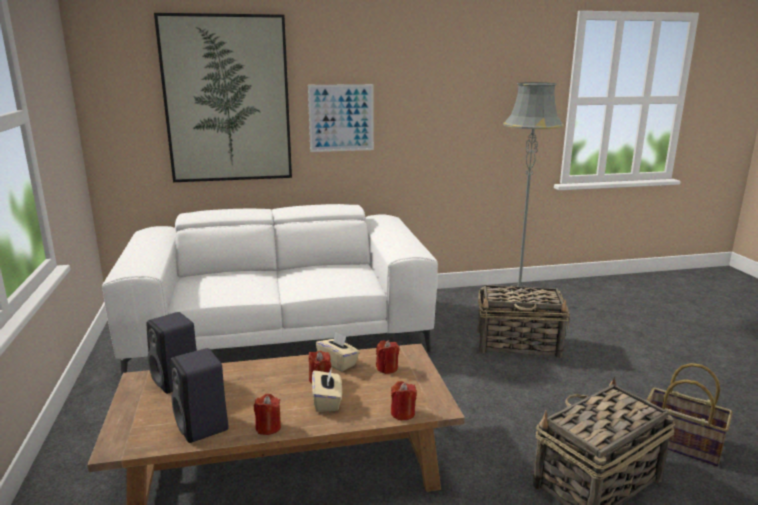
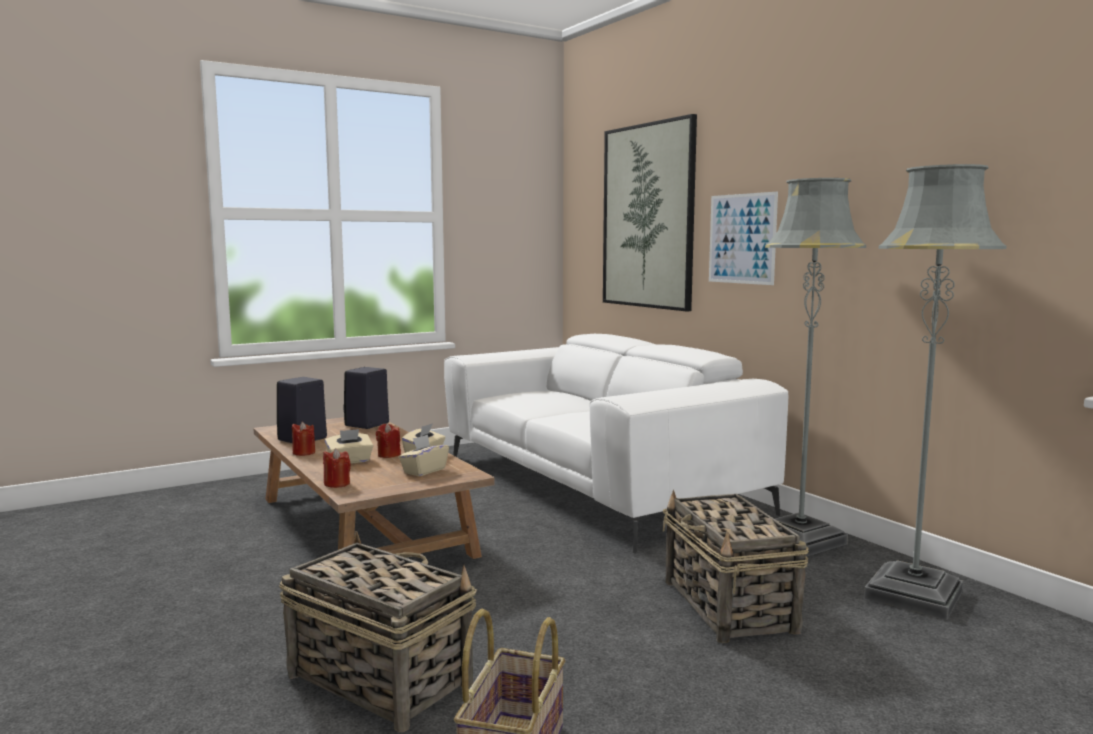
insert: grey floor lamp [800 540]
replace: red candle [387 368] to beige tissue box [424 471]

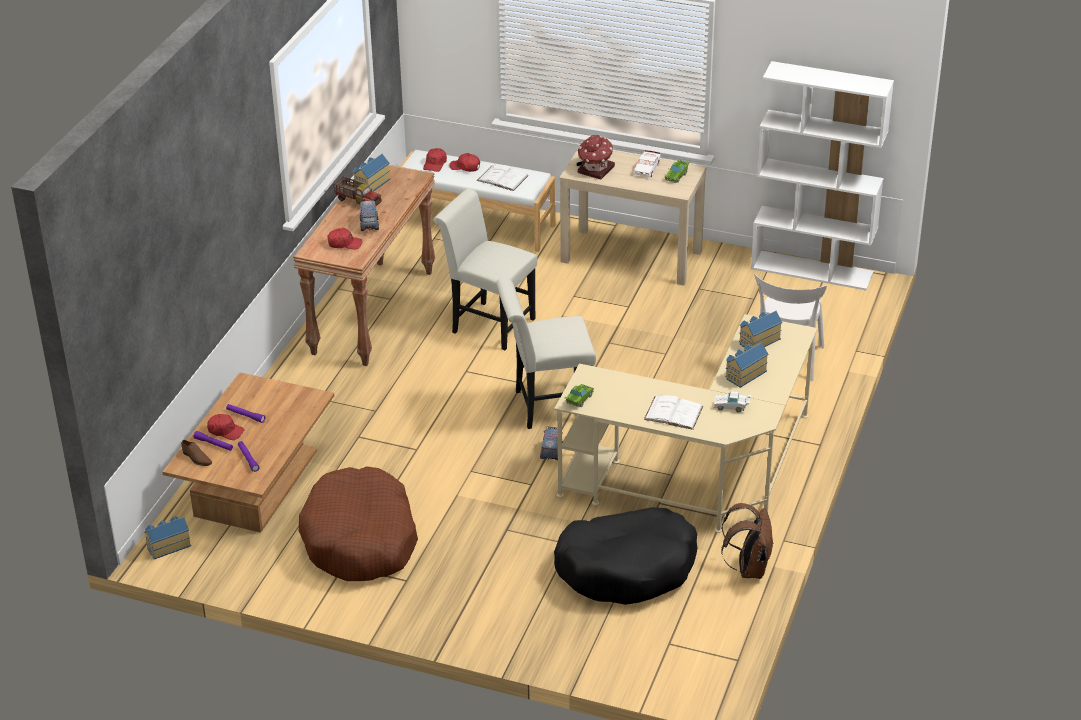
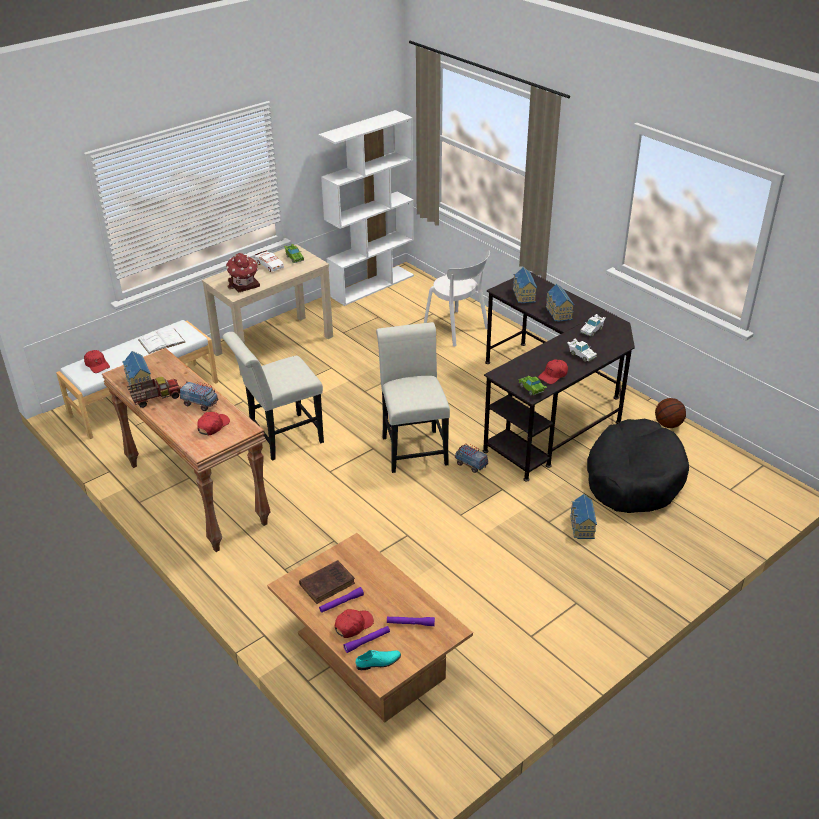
delete: brown dog bed [360 540]
insert: brown book [328 583]
move: red cap [465 167] to [553 375]; toy house [167 545] to [581 526]
replace: white book [673 413] to white toy car [581 355]; brown backpack [749 568] to basketball [668 425]
recolor: brown shoe [196 458] to turquoise shoe [378 662]; beige desk [701 473] to black desk [550 407]
rotate: white chair [546 406] = [413 447] 150 degrees clockwise

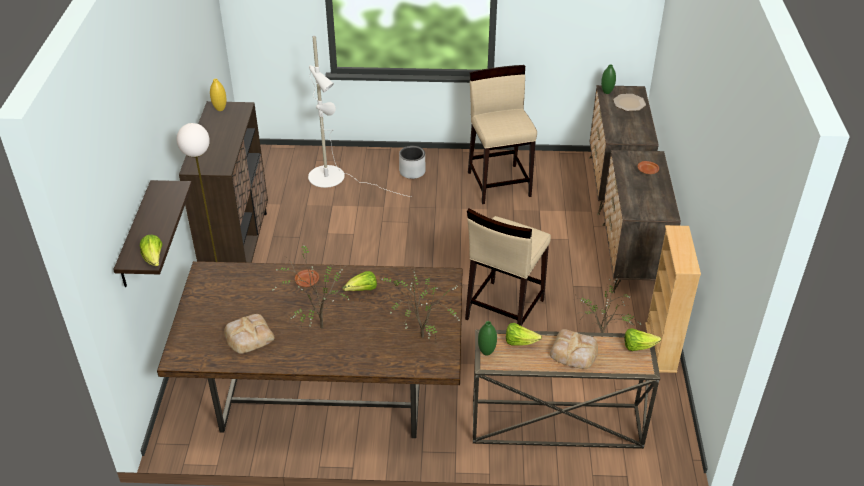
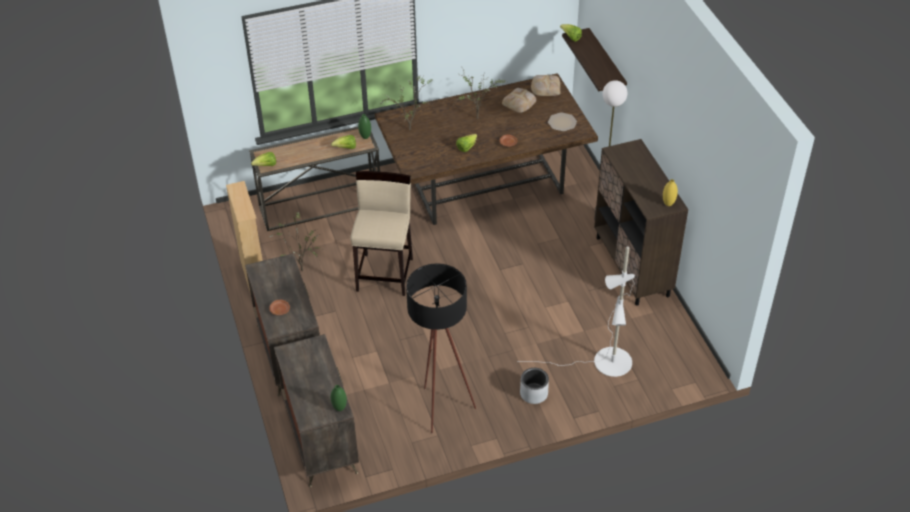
move: bread [574 352] to [545 87]; plate [629 103] to [562 123]
replace: beige stool [499 183] to black floor lamp [440 405]

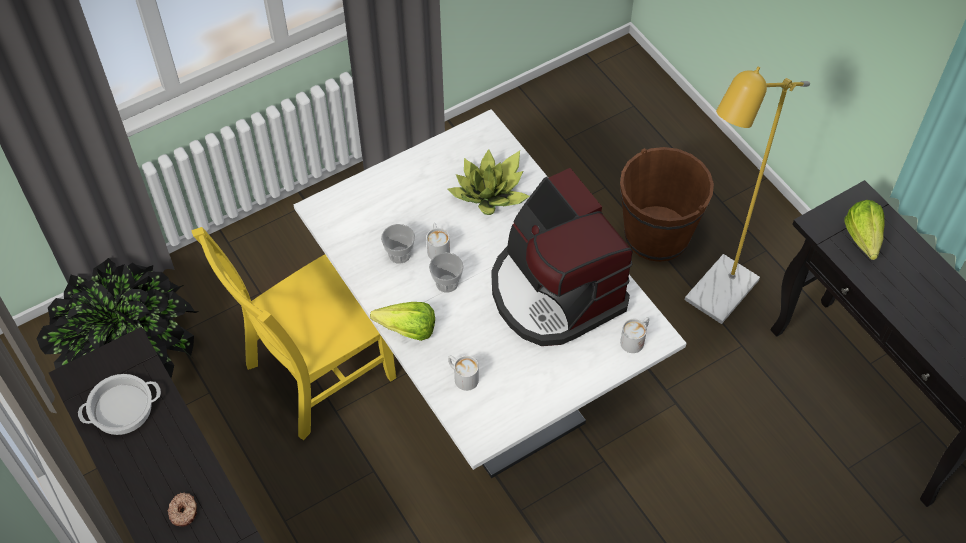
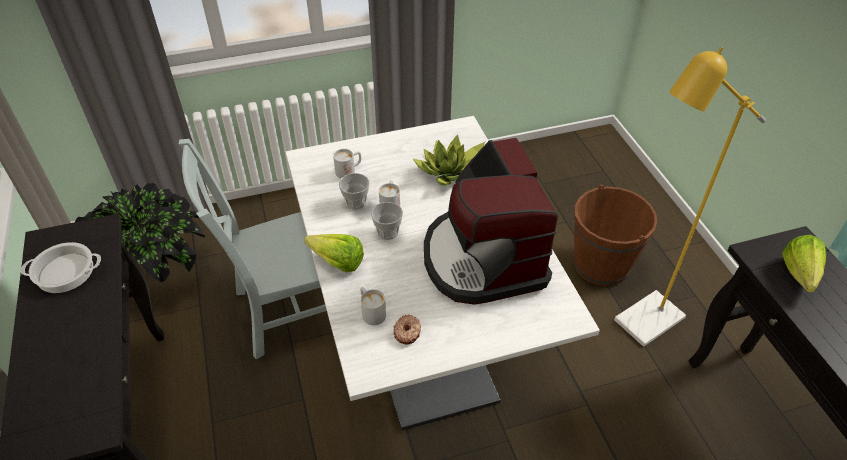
move: white mug [635 339] to [349 171]; donut [184 512] to [407 332]
recolor: yellow chair [314 375] to grey chair [286 310]

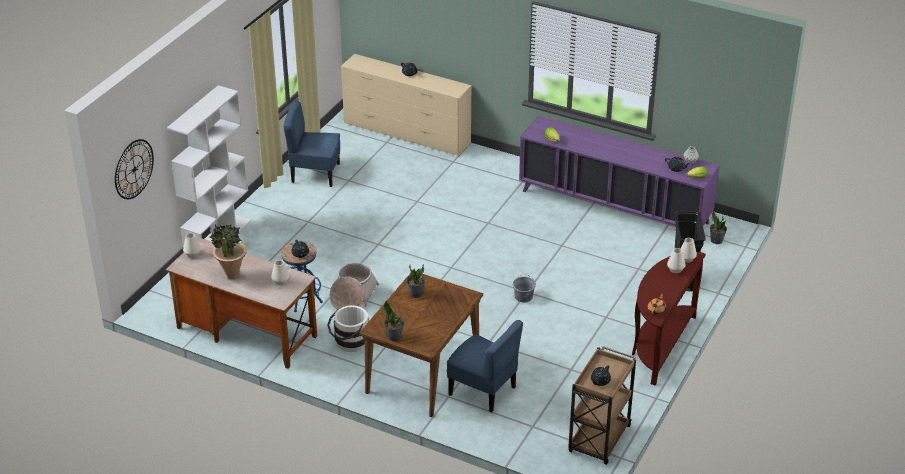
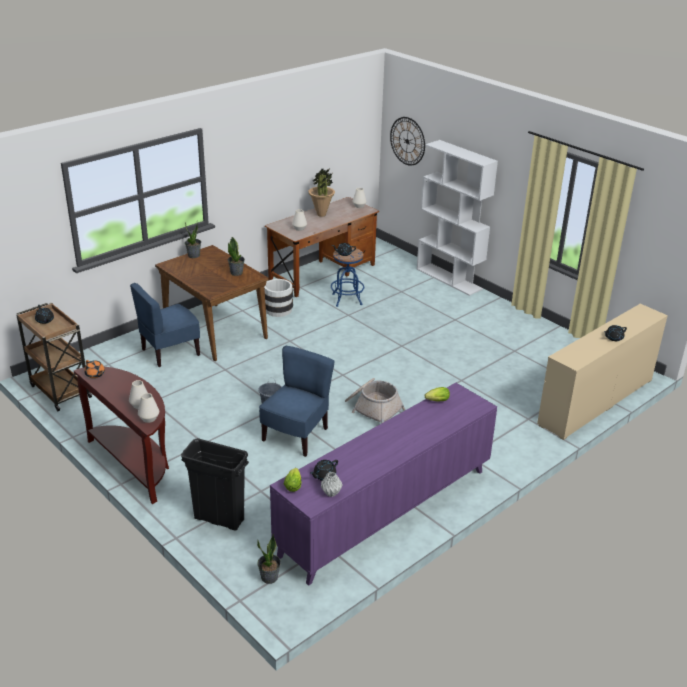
move: blue chair [315 174] to [296 435]; basket [352 296] to [372 408]

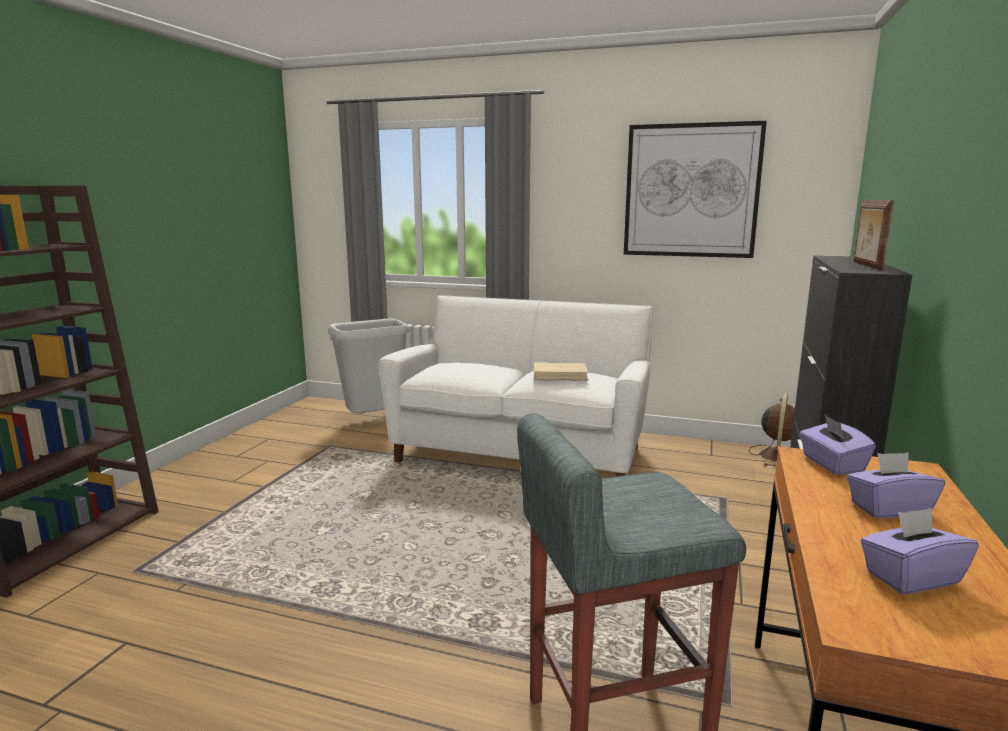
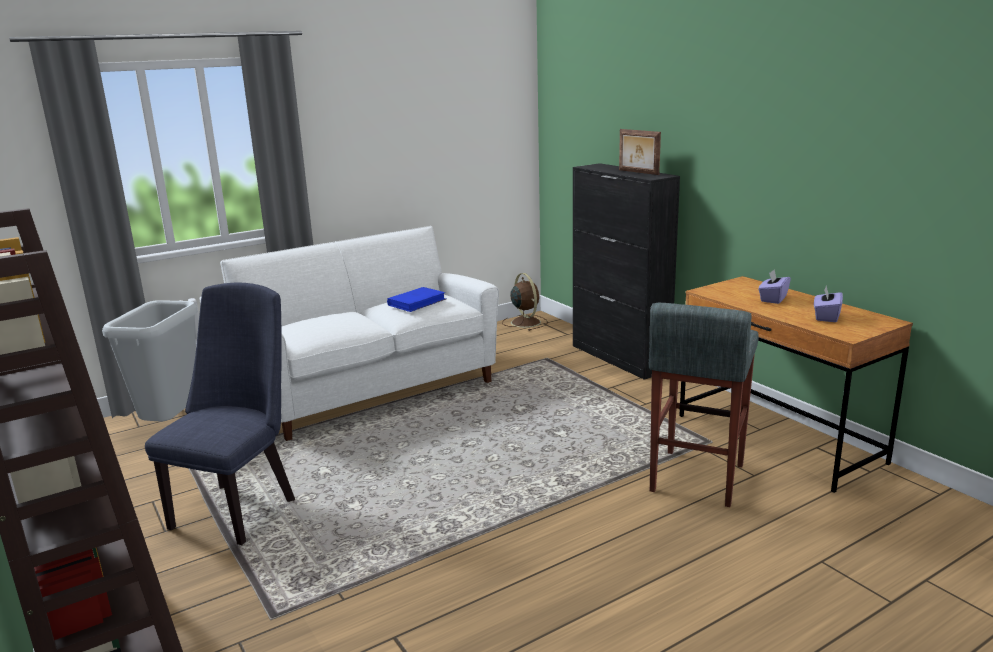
delete: picture [691 191]; purple tissue box [832 464]
insert: blue chair [239 507]
recolor: beige book [560 375] to blue book [417 302]

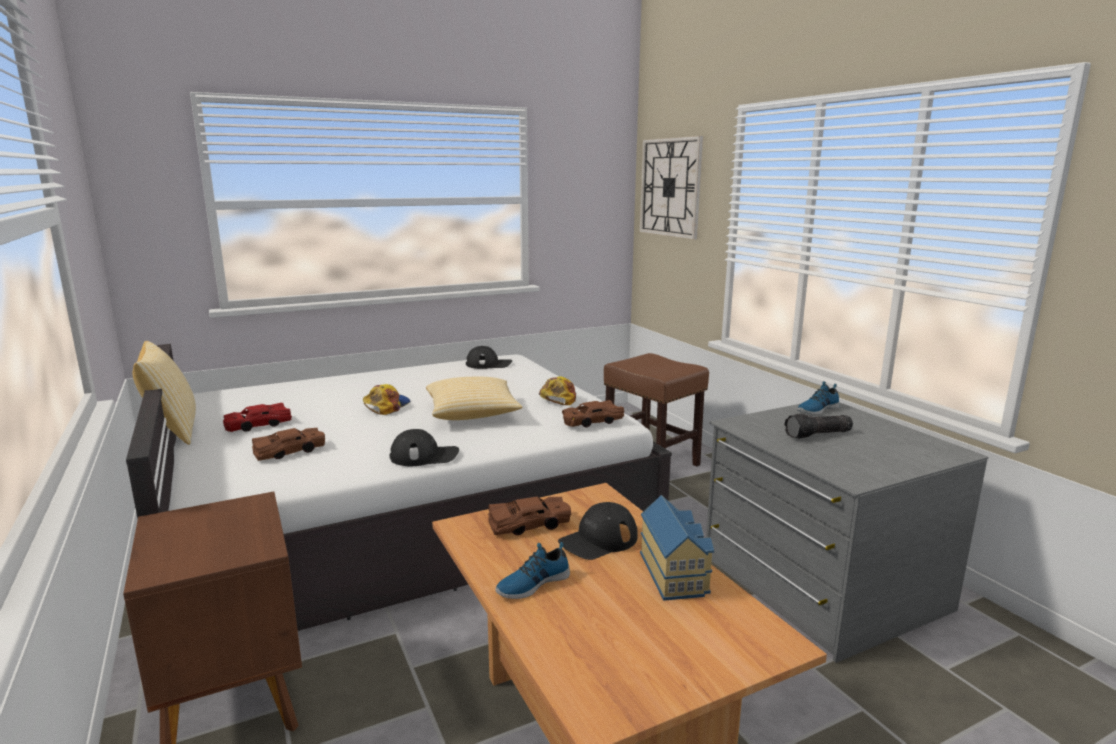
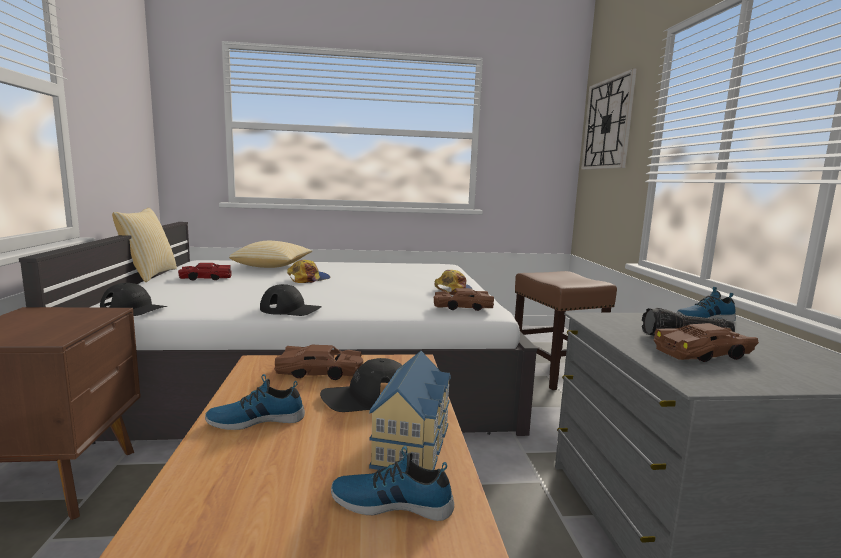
insert: shoe [392 502]
move: black cap [489 364] to [134 309]; pillow [472 414] to [273 266]; brown toy car [290 451] to [704 354]

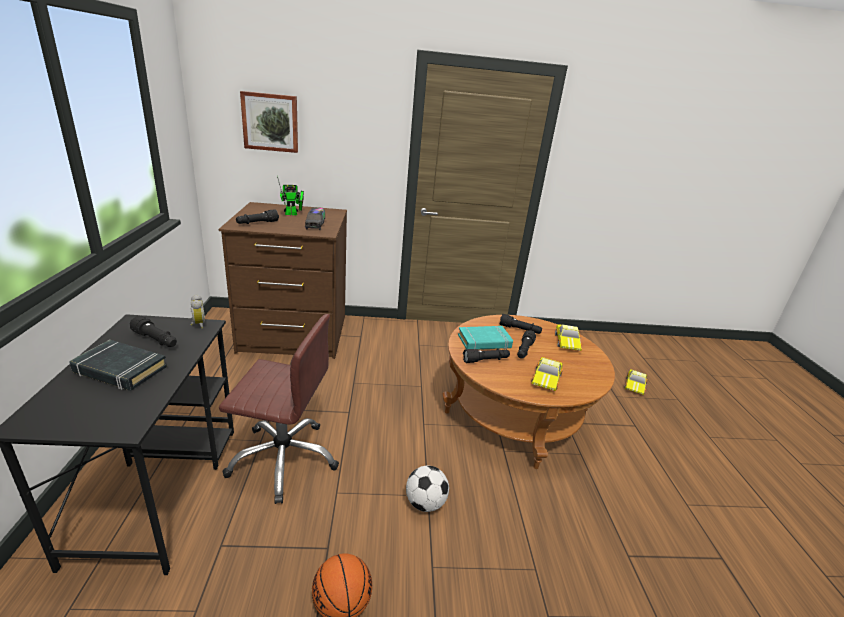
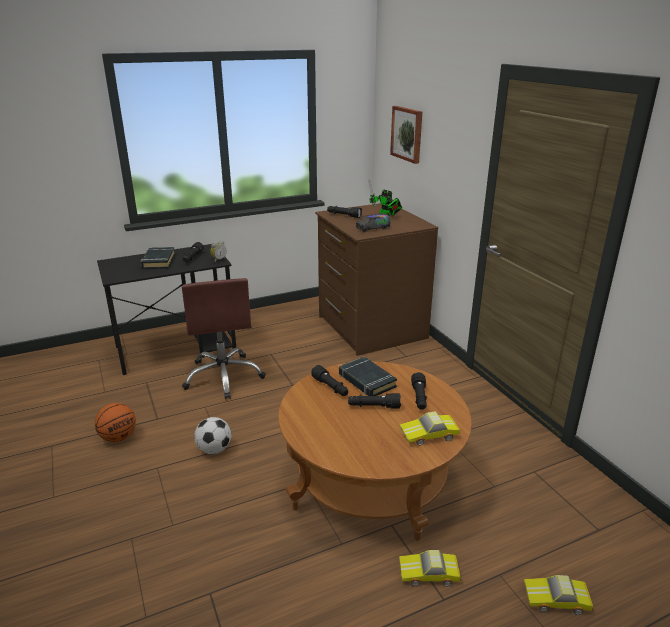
move: toy car [547 378] to [429 574]
recolor: turquoise book [484 342] to black book [366 381]

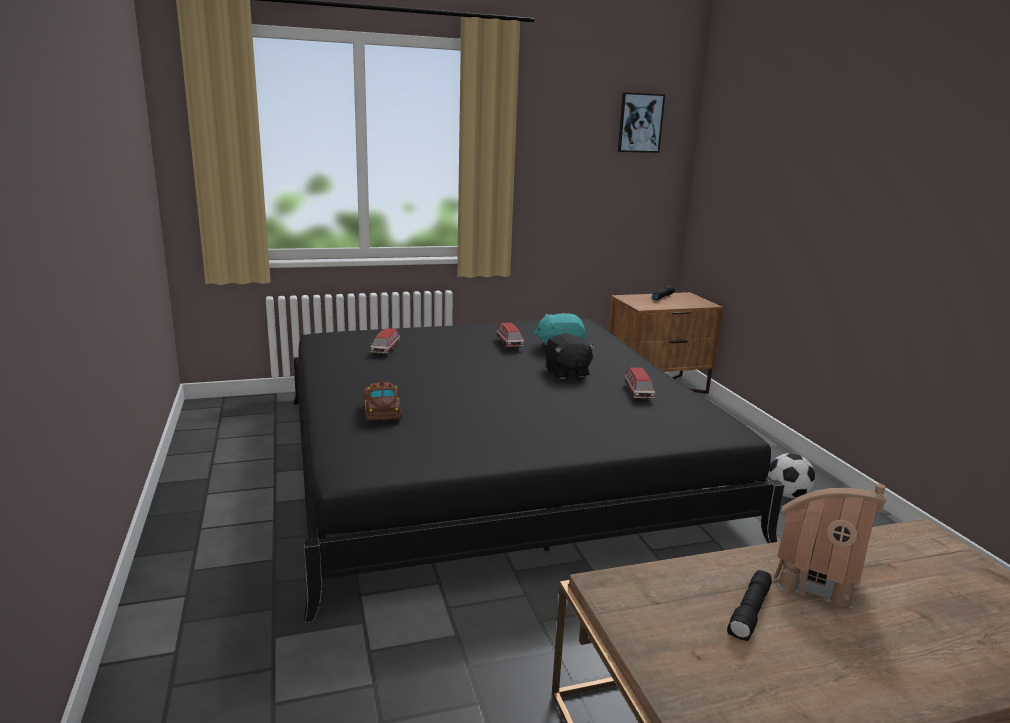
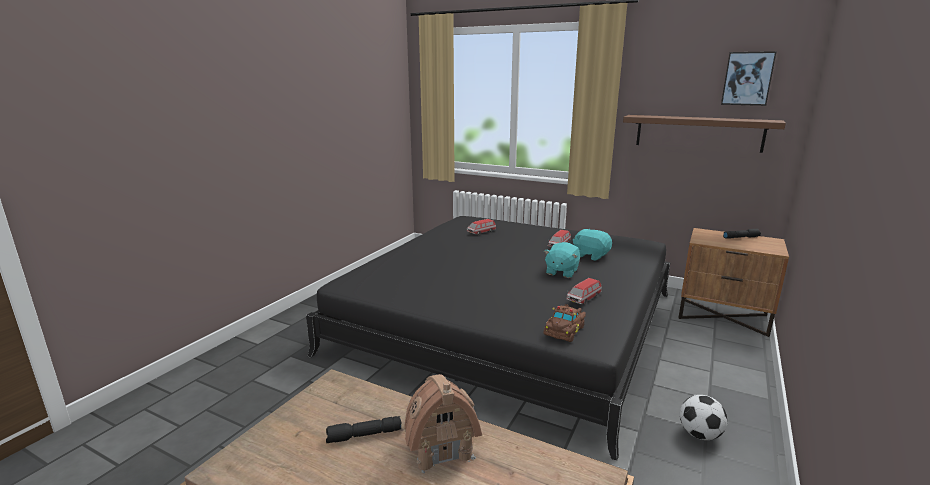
insert: brown shelf [698 133]
move: brown toy car [383 411] to [565 330]
recolor: black plush toy [566 372] to turquoise plush toy [561 272]

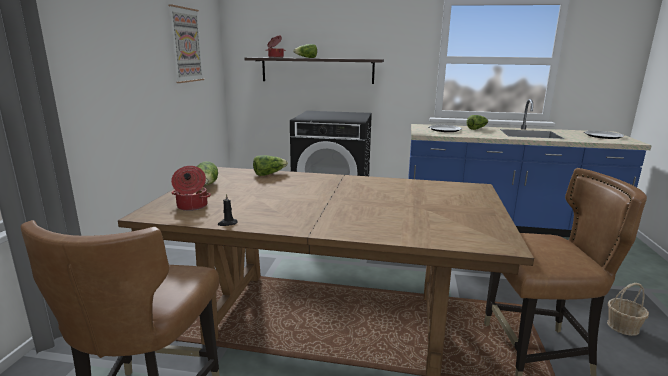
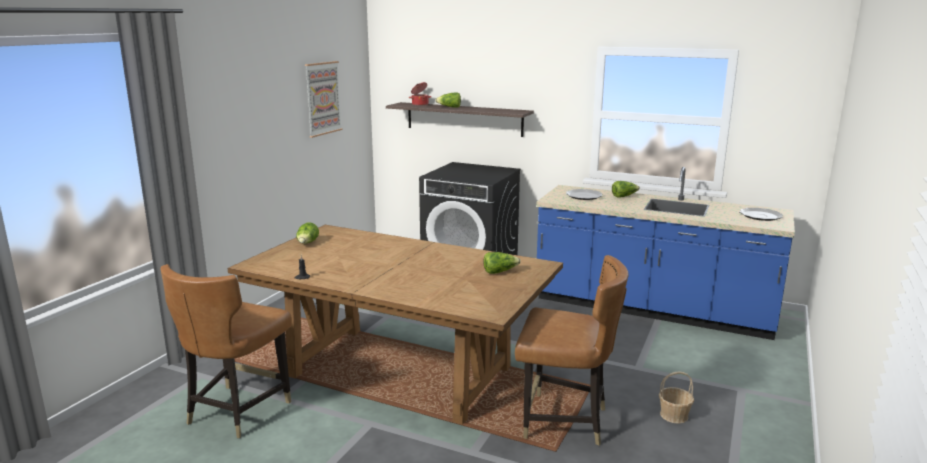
delete: cooking pot [191 206]
move: lettuce [269 174] to [499 272]

